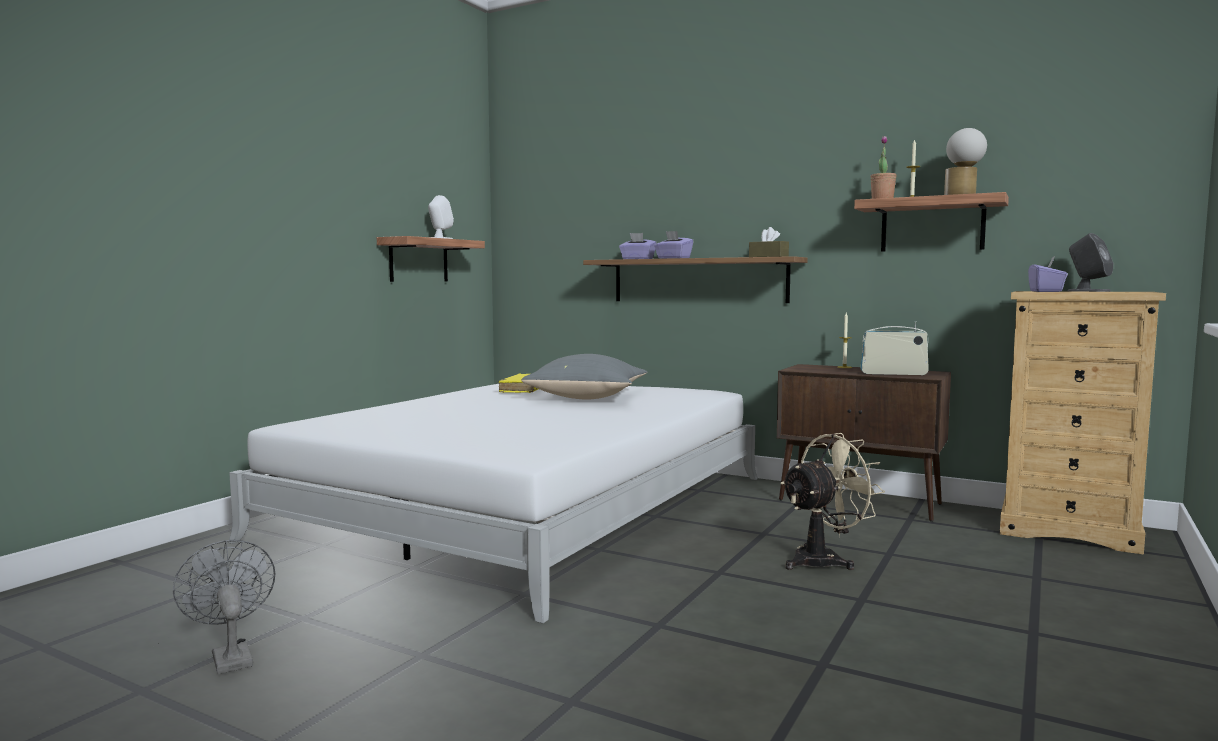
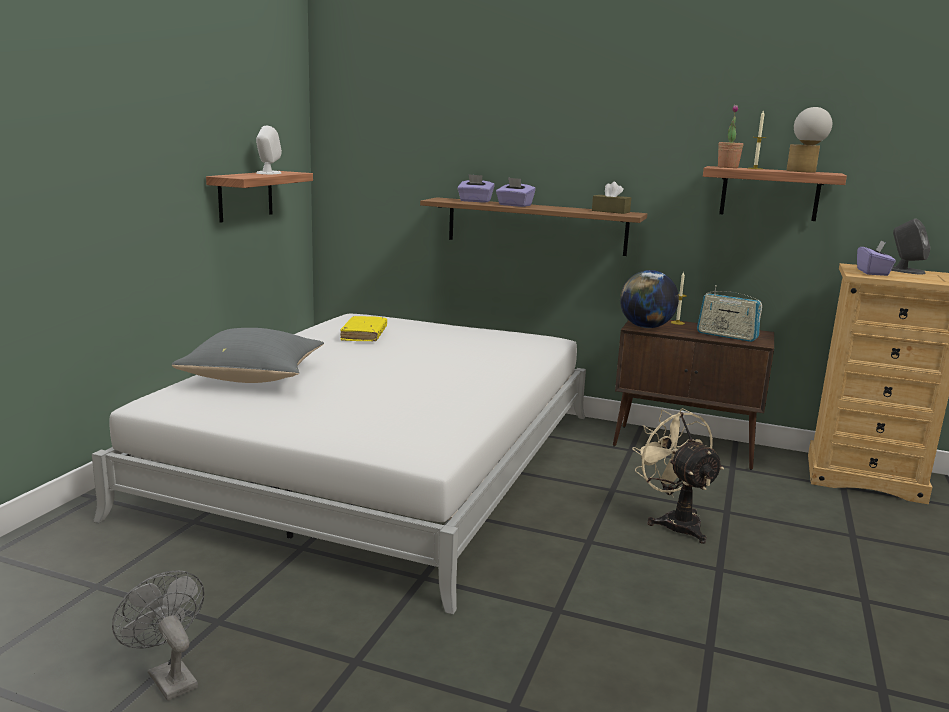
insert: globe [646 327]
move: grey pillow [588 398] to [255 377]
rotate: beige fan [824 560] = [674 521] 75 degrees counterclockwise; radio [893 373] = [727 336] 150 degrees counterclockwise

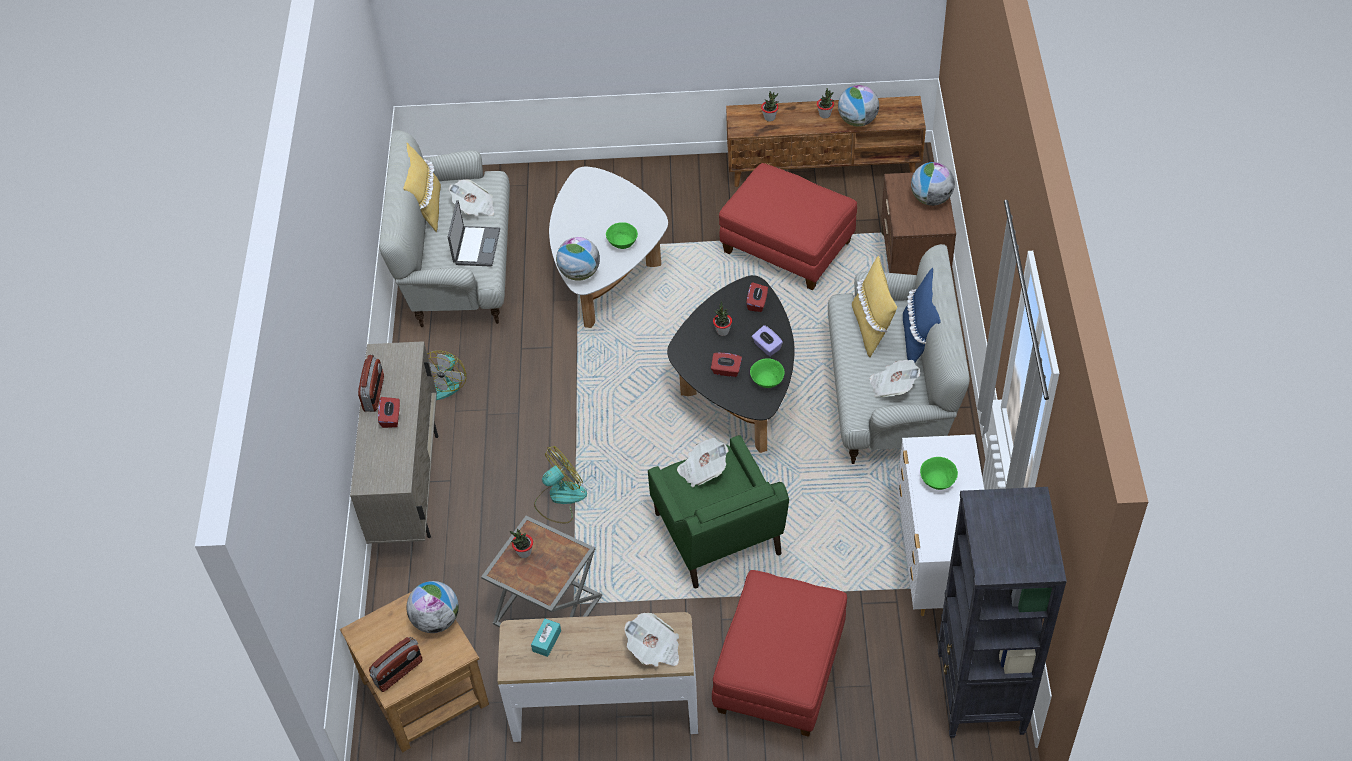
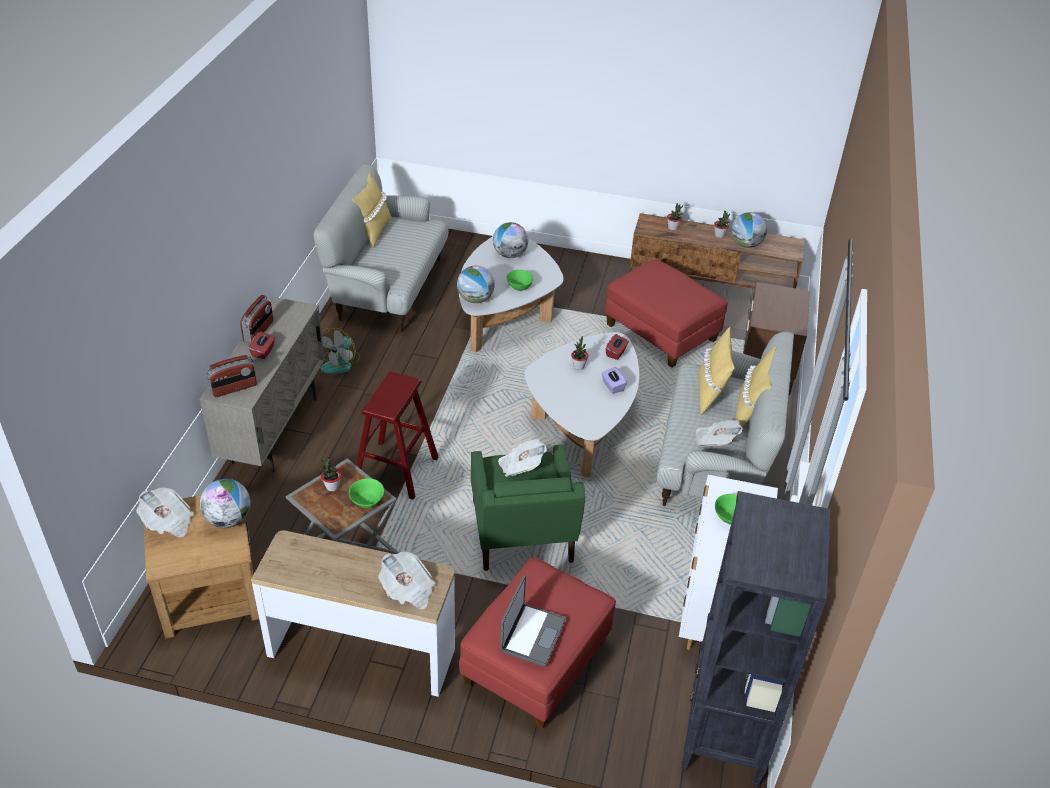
delete: turquoise tissue box [546 641]; red tissue box [726 371]
move: newspaper [474 207] to [168 522]; radio [399 673] to [234 388]; green bowl [766 381] to [366 501]; globe [931 199] to [510 255]; laptop [476 247] to [532 635]
replace: fan [560 498] to red stool [396 469]
recolor: black coffee table [738 387] to white coffee table [583 423]; blue pillow [918 339] to yellow pillow [750 411]

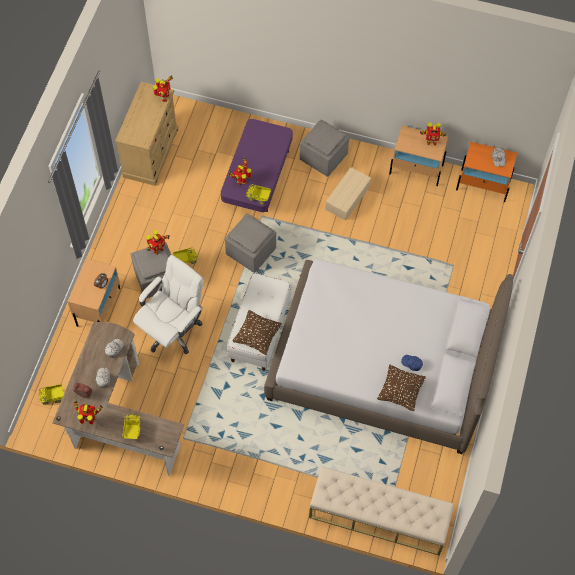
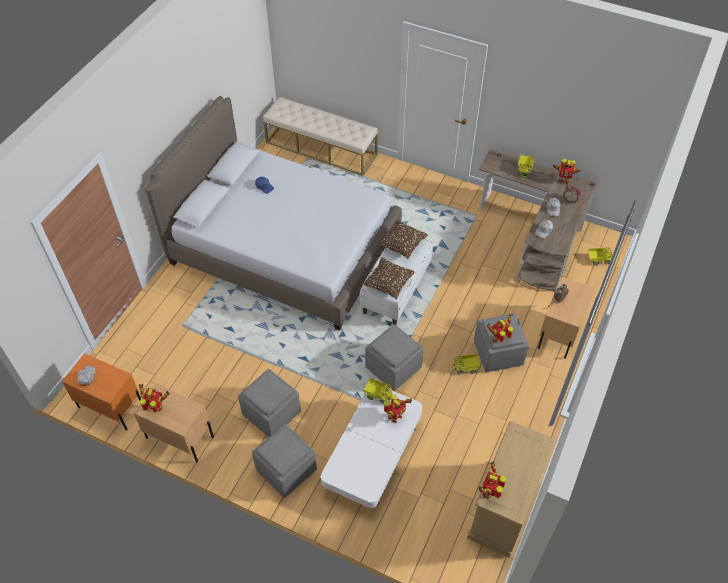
delete: white office chair [173 330]
move: brown pillow [400 392] to [388 284]
replace: beige storage box [347 198] to grey ottoman [271 412]
recolor: purple coffee table [257 176] to white coffee table [372 455]

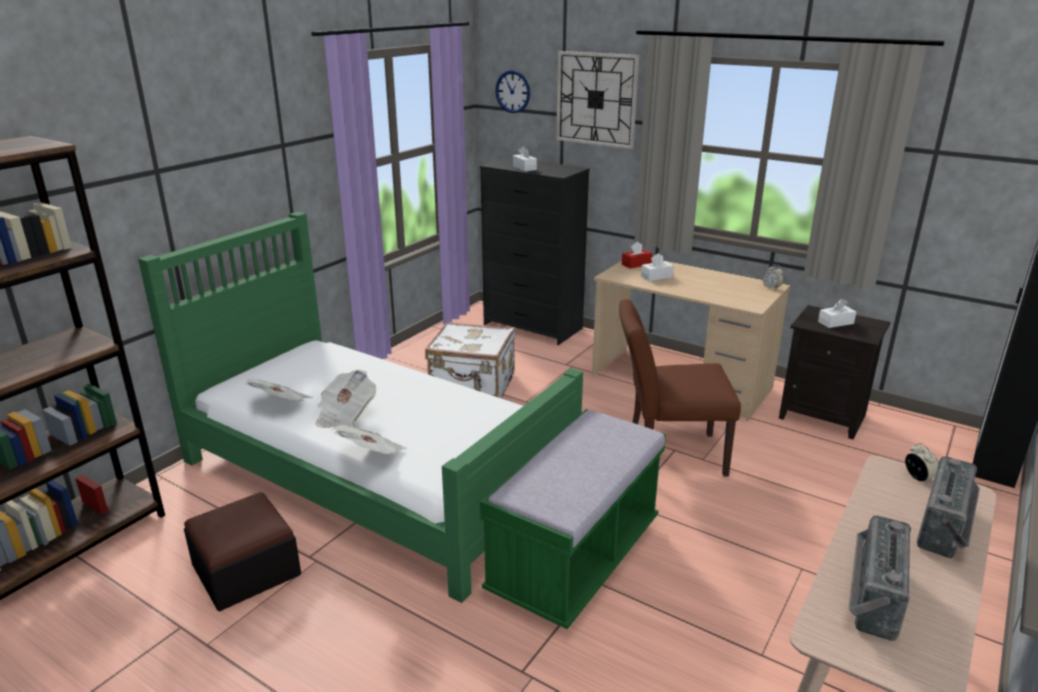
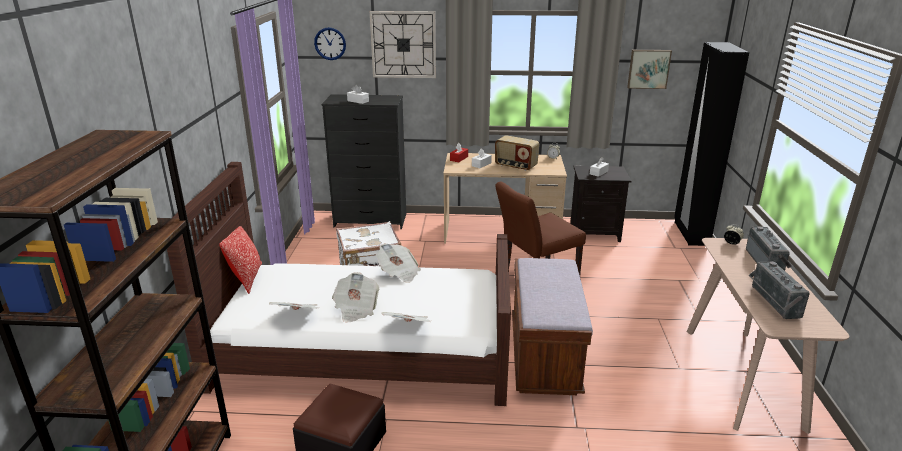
insert: pillow [246 278]; newspaper [399 273]; radio [515 166]; picture [648 68]
recolor: green bed [375 472] to brown bed [364 349]; green bench [575 559] to brown bench [544 356]

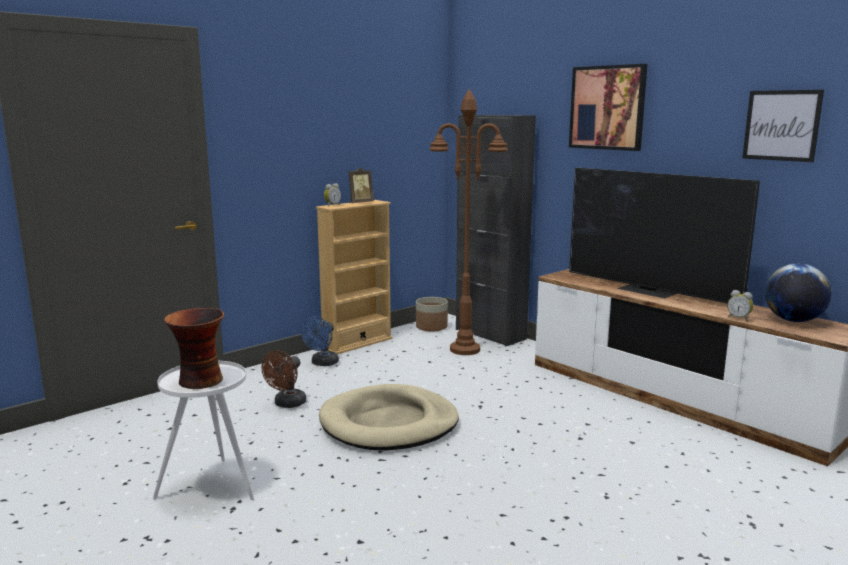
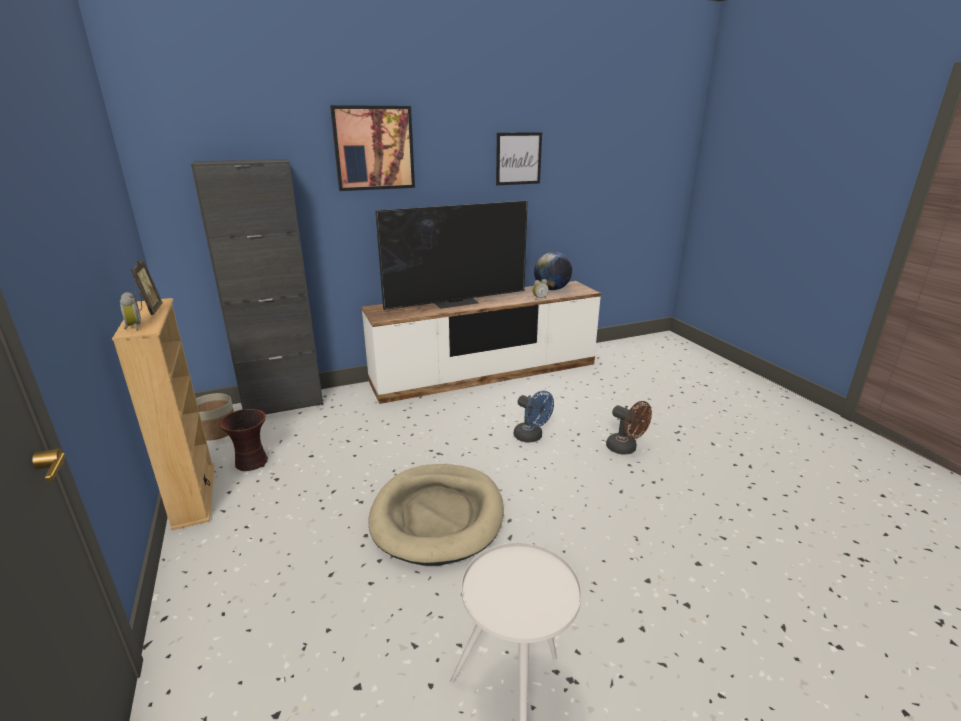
delete: brown floor lamp [465 349]
move: vase [199 381] to [252 462]; blue fan [322 363] to [531 437]; brown fan [287 404] to [625 449]

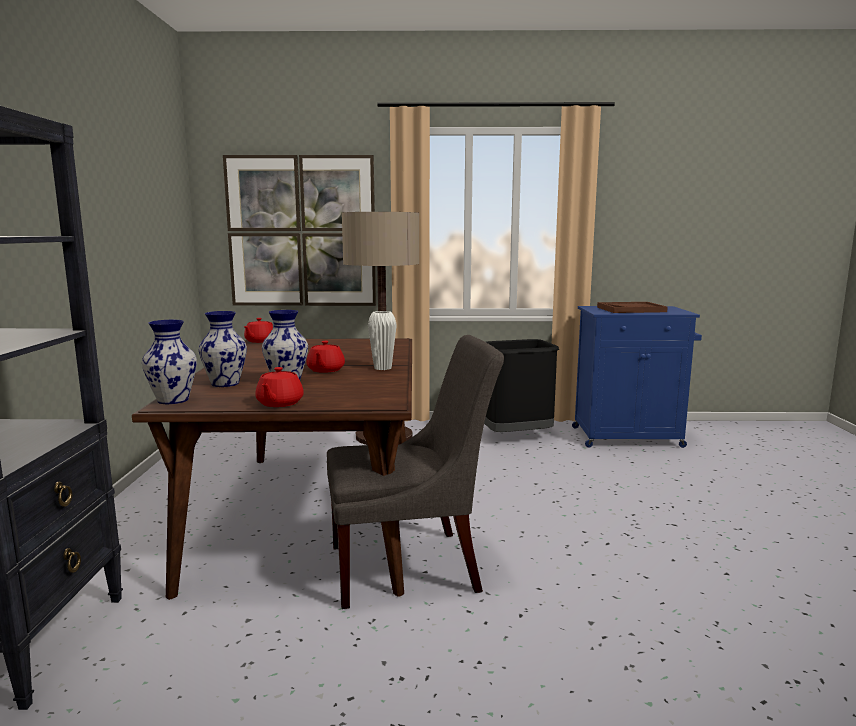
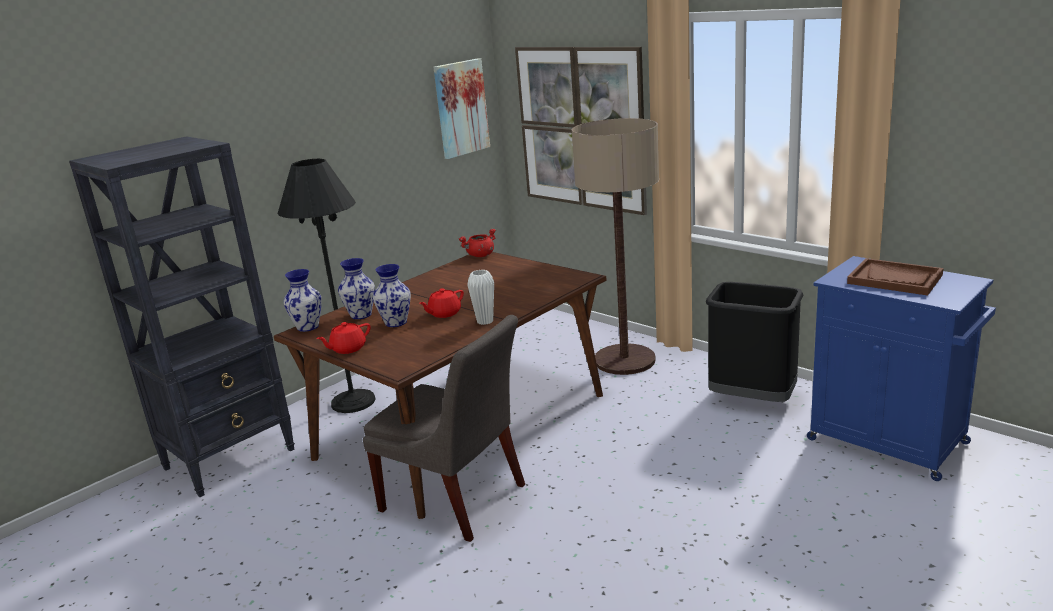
insert: black floor lamp [353 402]; picture [461 108]
replace: red teapot [259 341] to red cooking pot [480 255]

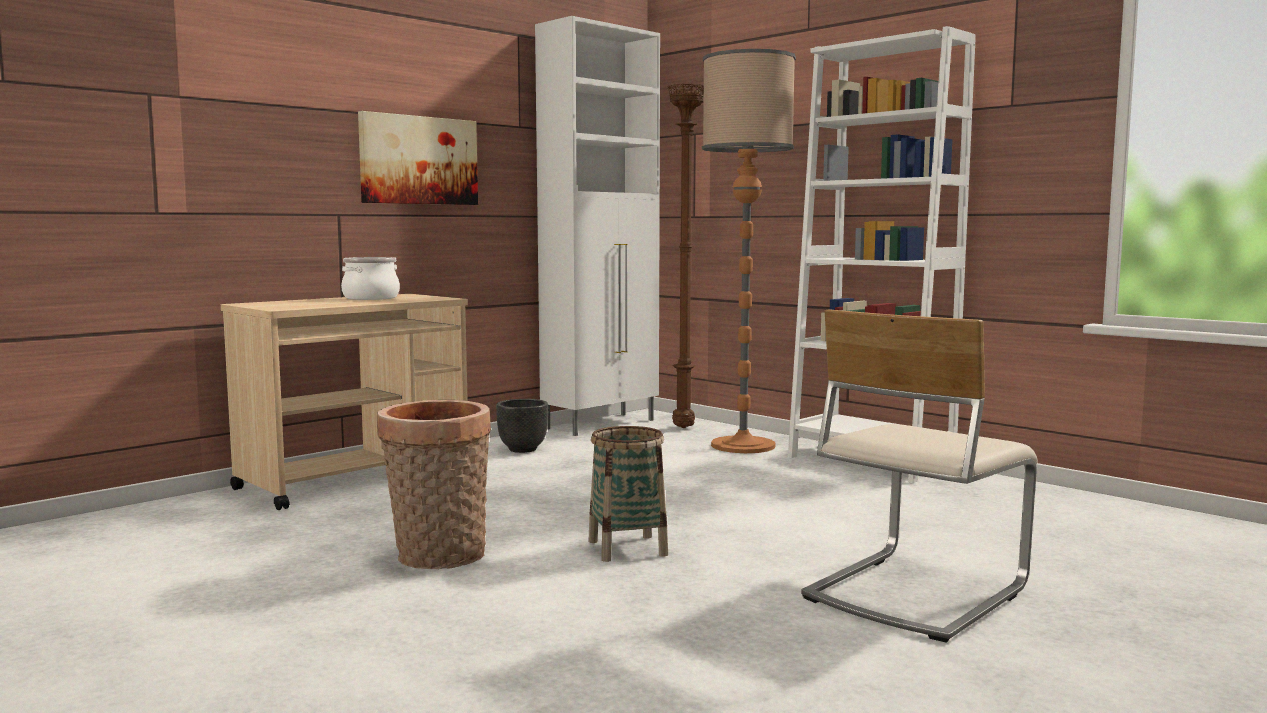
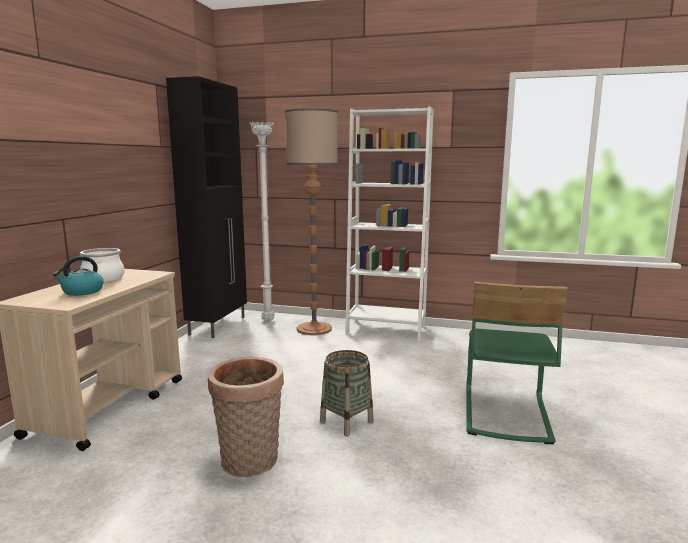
delete: picture [418 160]; black planter [523 449]
insert: kettle [82 292]
recolor: white cabinet [602 424] to black cabinet [219 325]; brown floor lamp [684 428] to white floor lamp [268 320]; beige chair [913 593] to green chair [505 415]

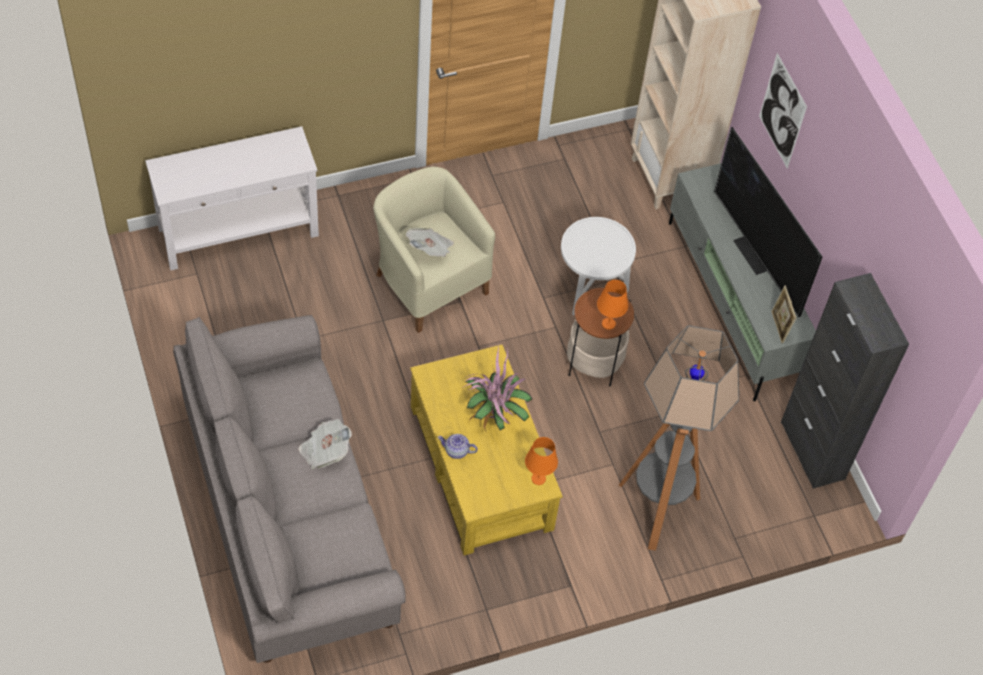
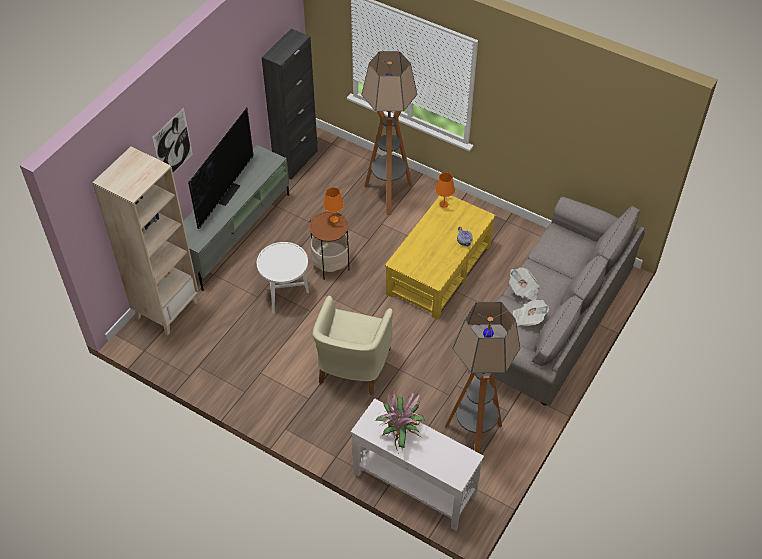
delete: picture frame [779 327]
insert: floor lamp [474 438]
move: potted plant [494 416] to [400 433]; newspaper [430 249] to [528 318]

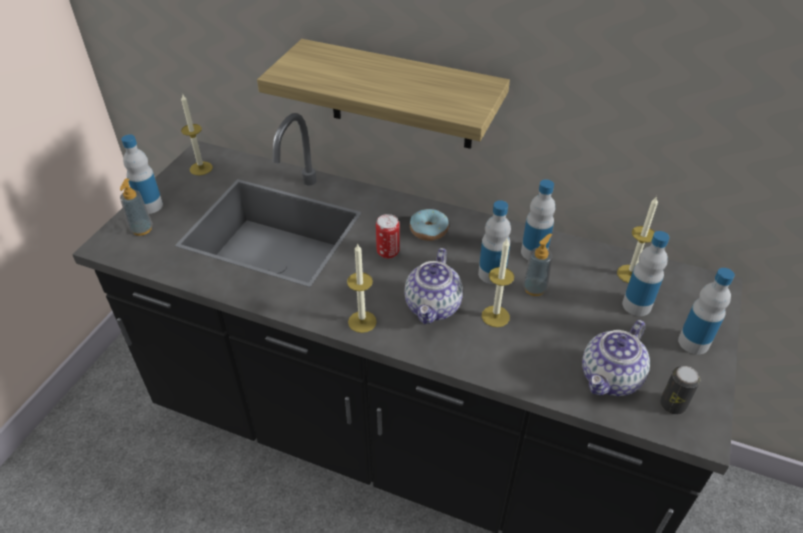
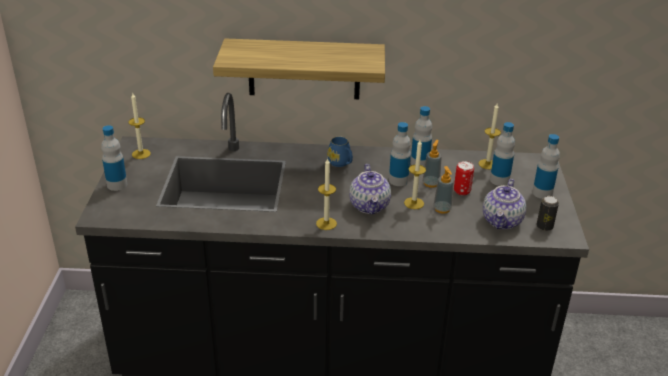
move: soap dispenser [142 229] to [442 209]; can [388 252] to [462 191]
replace: donut [429 230] to blue mug [341 163]

